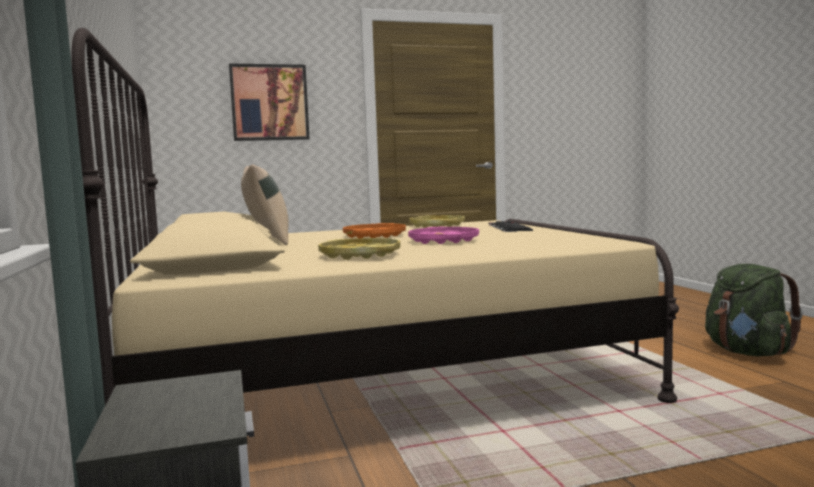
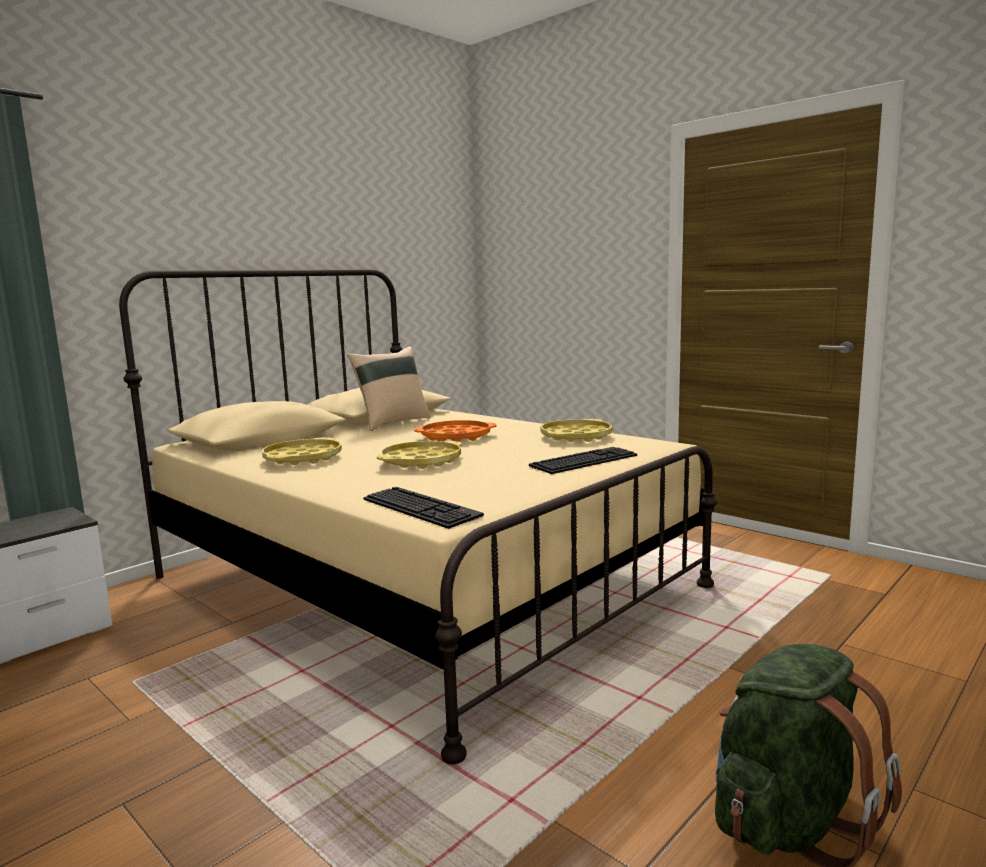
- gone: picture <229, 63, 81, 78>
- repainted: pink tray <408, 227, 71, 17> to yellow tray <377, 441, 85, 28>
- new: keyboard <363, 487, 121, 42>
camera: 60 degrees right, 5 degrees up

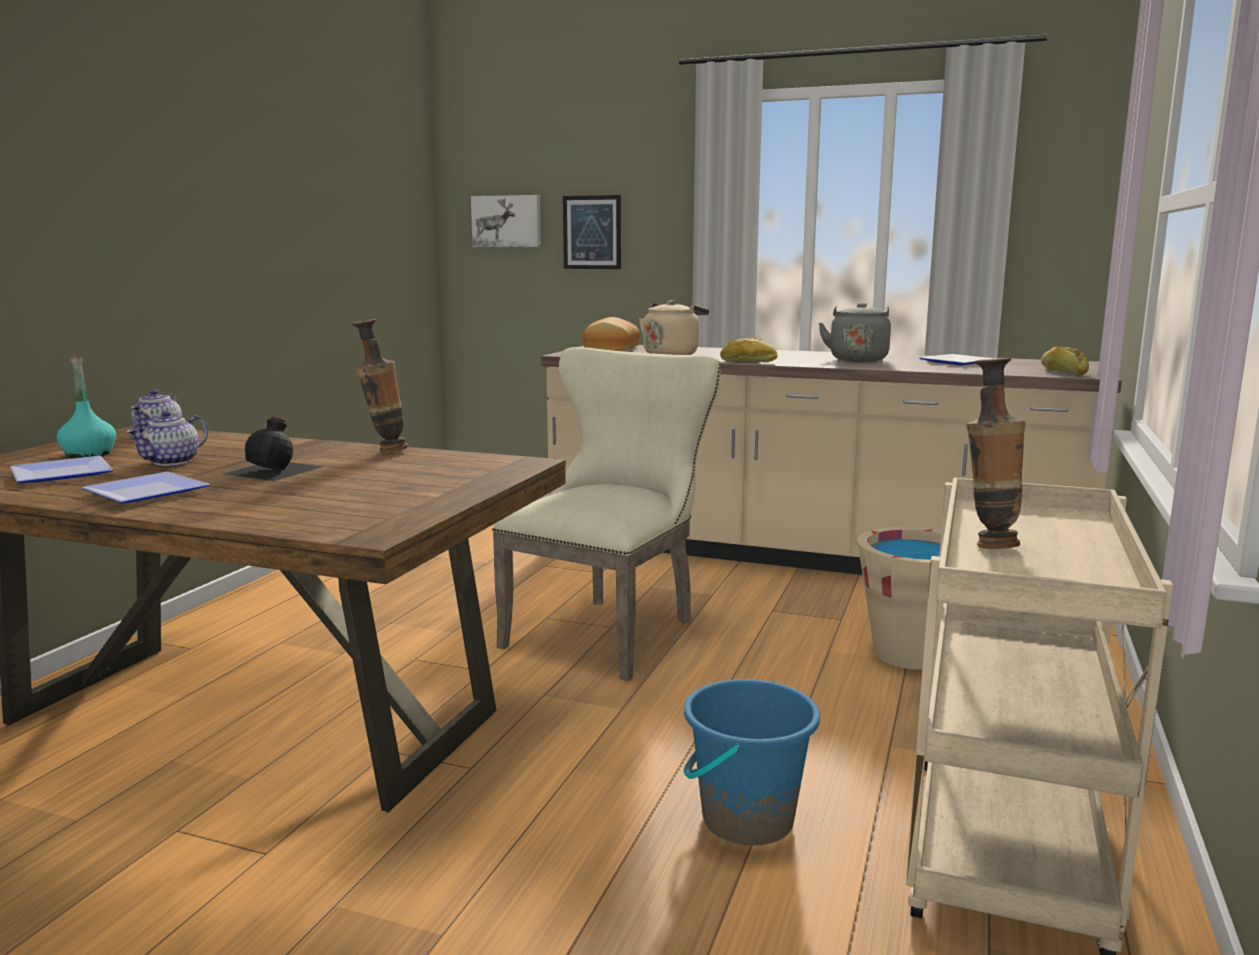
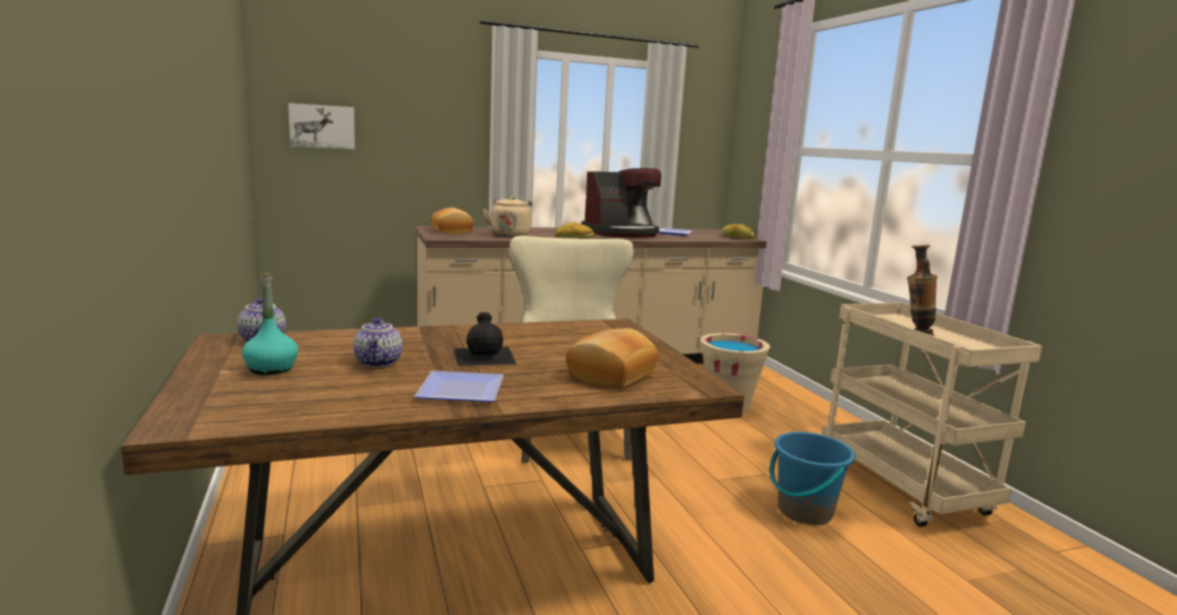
- gone: plate <10, 456, 103, 27>
- gone: vase <351, 319, 57, 135>
- gone: picture <563, 195, 58, 74>
- swapped: grey kettle <818, 303, 73, 59> to coffee machine <581, 168, 80, 70>
- new: bread <566, 328, 92, 60>
camera: 40 degrees left, 0 degrees up

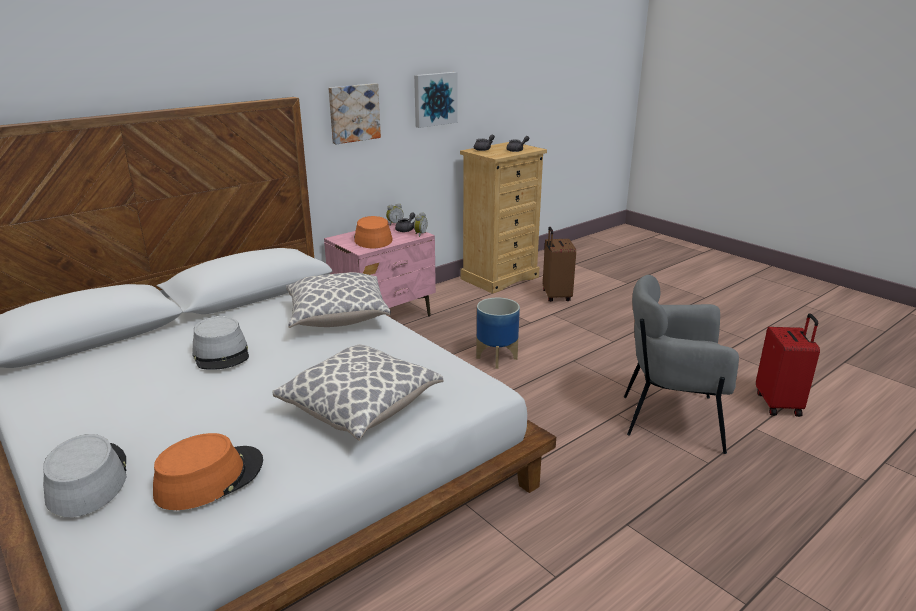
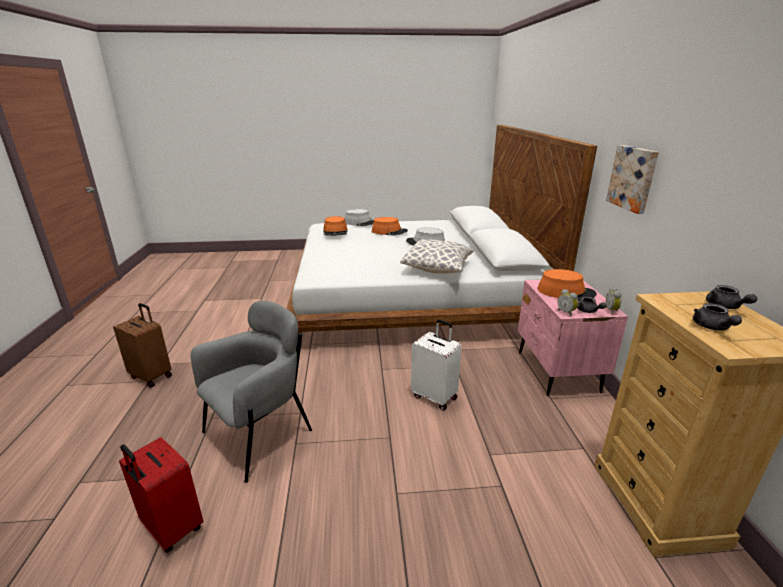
- gone: pillow <273, 344, 170, 97>
- gone: picture <414, 72, 43, 56>
- swapped: planter <476, 298, 44, 71> to white suitcase <411, 319, 51, 92>
- shifted: brown suitcase <543, 227, 33, 75> to <113, 303, 59, 85>
- new: orange hat <372, 217, 36, 18>
camera: 125 degrees right, 0 degrees up

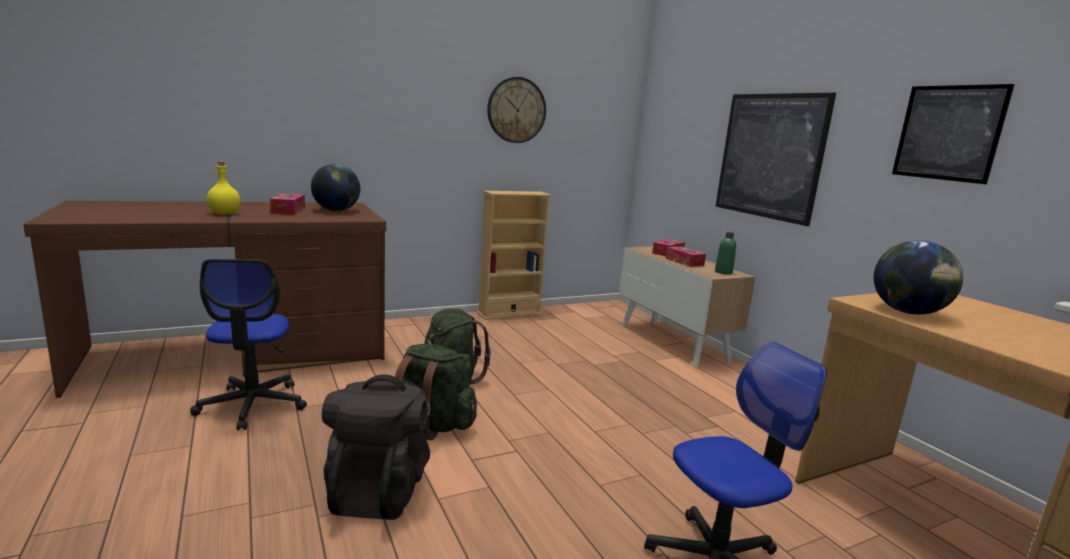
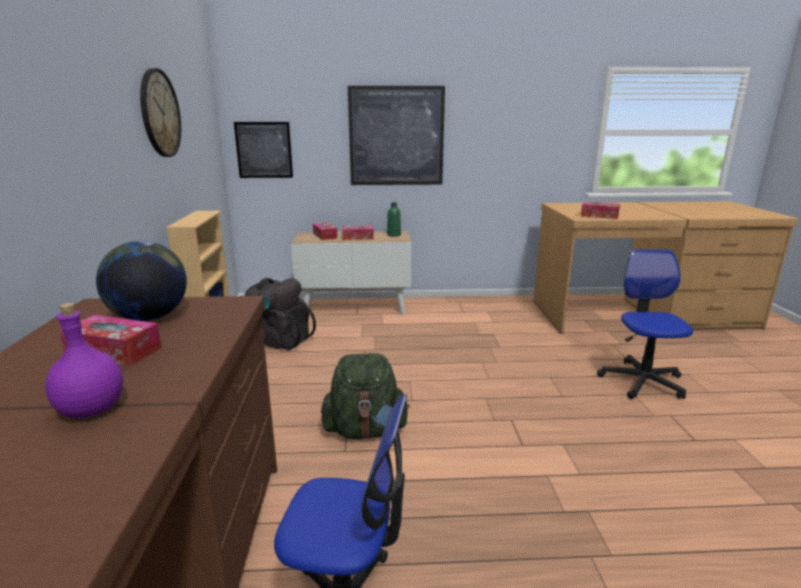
- repainted: yellow bottle <207, 161, 34, 53> to purple bottle <45, 303, 78, 115>
- shifted: black backpack <322, 374, 108, 146> to <244, 278, 72, 73>
- gone: green backpack <395, 344, 82, 97>
- swapped: globe <874, 240, 89, 75> to tissue box <581, 202, 39, 17>
- shifted: picture <892, 84, 123, 100> to <234, 122, 59, 56>
camera: 65 degrees left, 5 degrees up

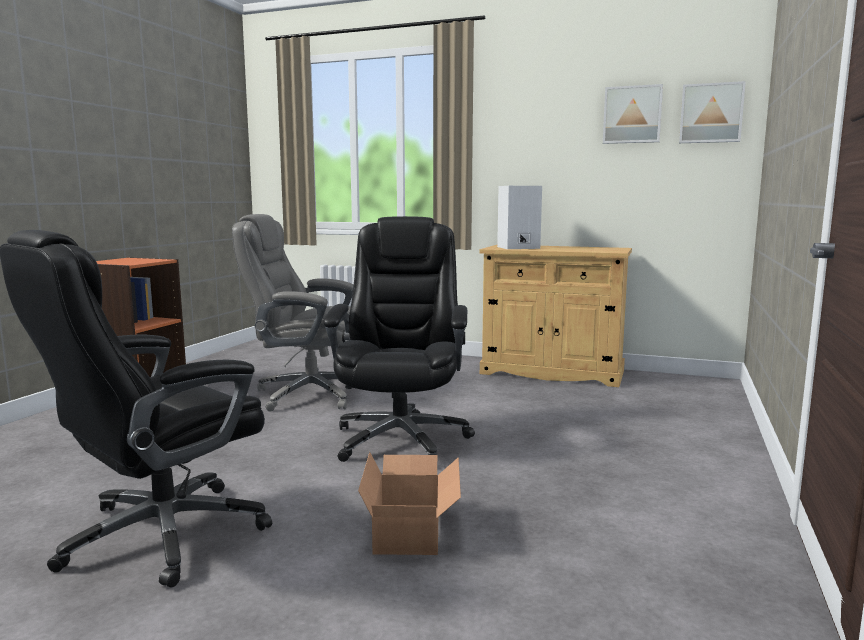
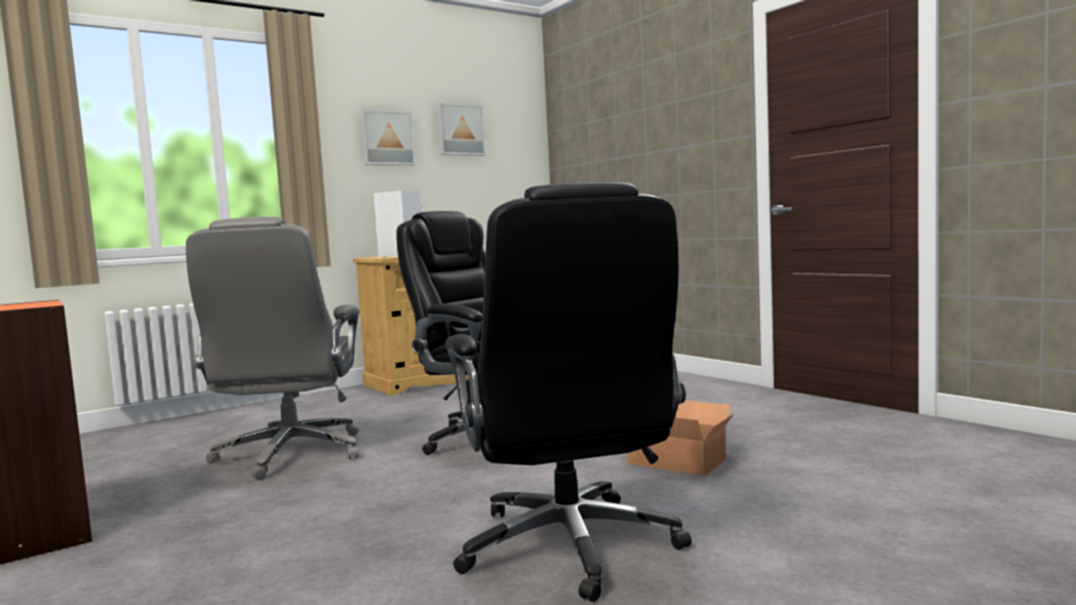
- rotated: grey office chair <232, 214, 122, 198> = <186, 217, 174, 263> 45 degrees counterclockwise
- shifted: picture <679, 81, 67, 62> to <360, 110, 56, 55>
camera: 55 degrees left, 5 degrees down

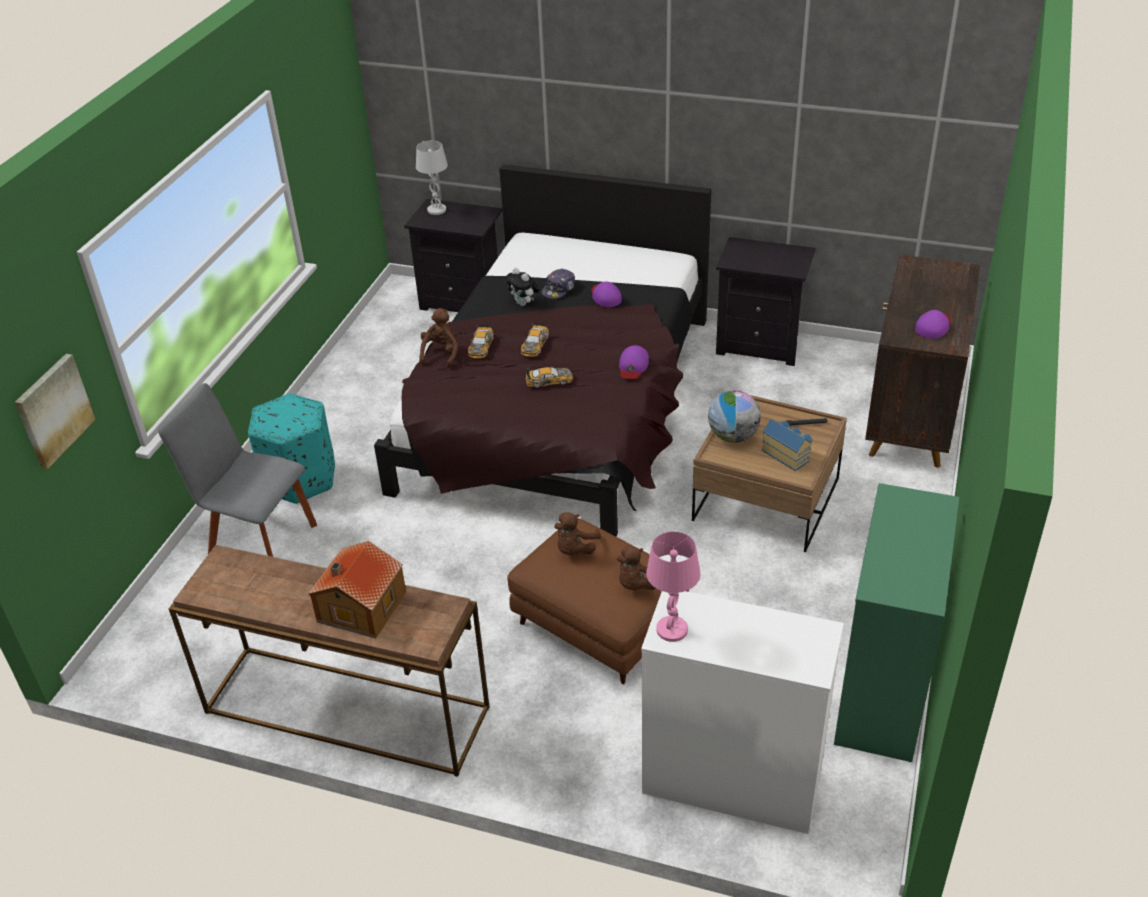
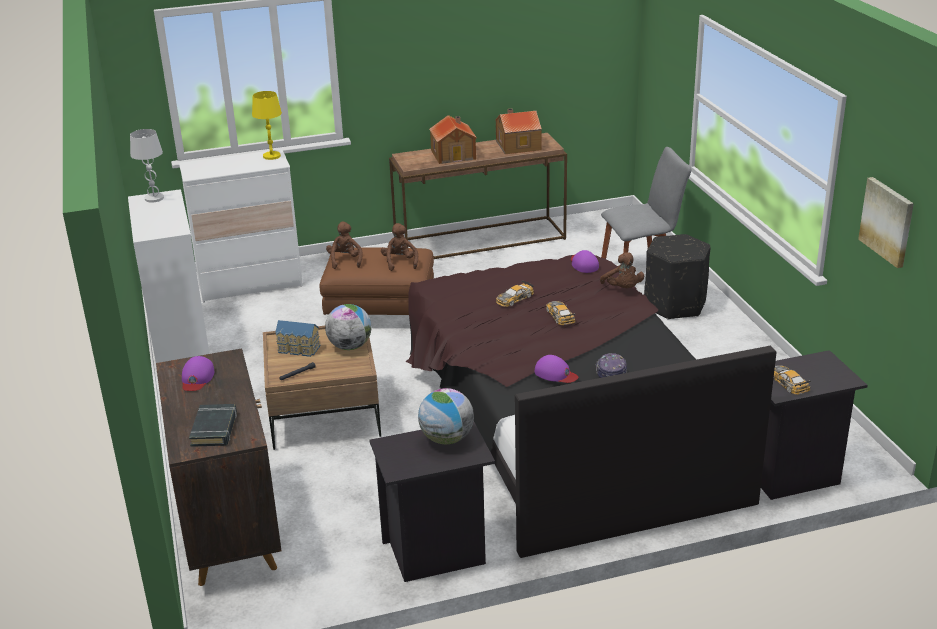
- shifted: picture <15, 354, 81, 115> to <858, 177, 56, 91>
- repainted: turquoise ottoman <248, 393, 87, 111> to black ottoman <644, 234, 67, 86>
- shifted: white table lamp <416, 140, 32, 75> to <130, 129, 34, 73>
- shifted: toy car <468, 324, 26, 34> to <773, 365, 38, 30>
- gone: plush toy <505, 268, 34, 38>
- shifted: purple cap <619, 345, 30, 34> to <571, 250, 28, 23>
- repainted: pink table lamp <646, 532, 55, 110> to yellow table lamp <252, 91, 30, 69>
- repainted: green dresser <834, 483, 125, 279> to white dresser <128, 189, 82, 174>
- new: black book <189, 404, 48, 43>
- new: globe <418, 388, 56, 56>
- new: toy house <495, 109, 47, 45>
camera: 145 degrees right, 10 degrees down

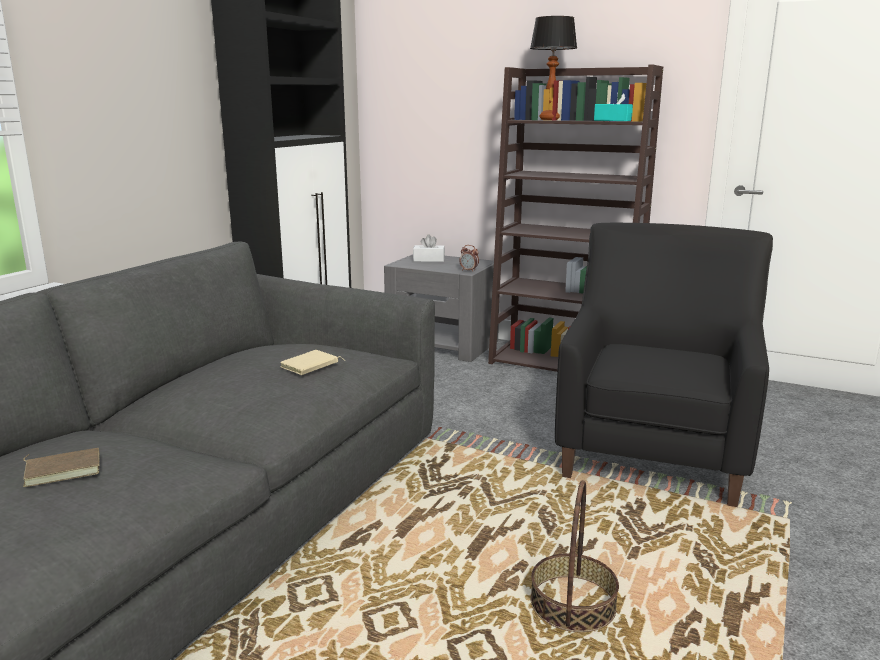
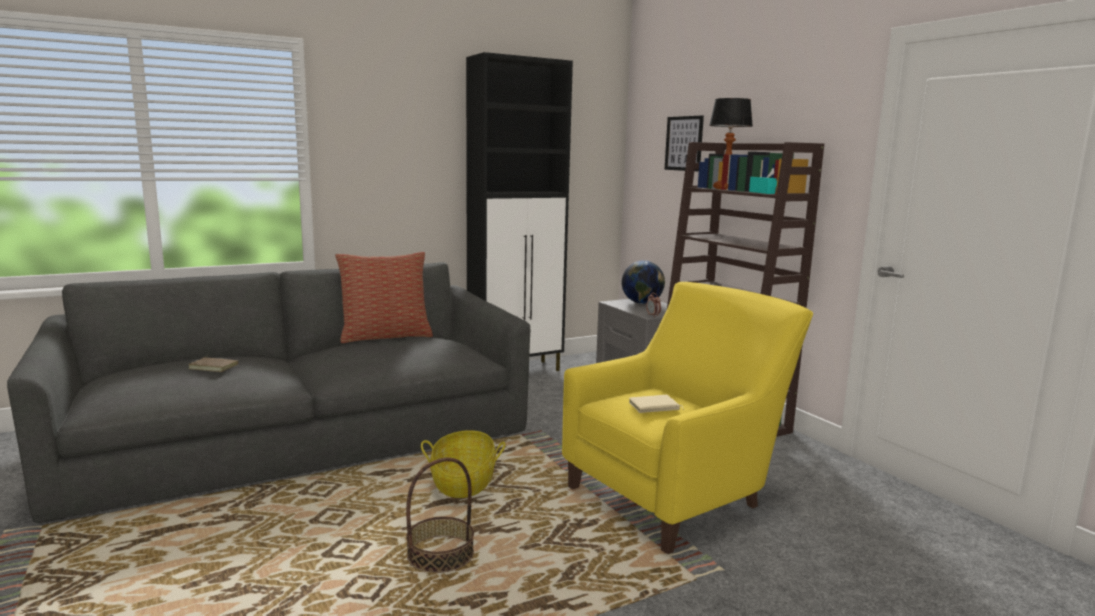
- shifted: beige book <280, 350, 65, 25> to <629, 395, 55, 18>
- swapped: white tissue box <413, 234, 32, 28> to globe <622, 260, 43, 44>
- repainted: black armchair <555, 223, 218, 284> to yellow armchair <562, 282, 251, 272>
- new: pillow <335, 252, 98, 91>
- new: basket <421, 430, 85, 68>
- new: picture <664, 115, 40, 57>
camera: 35 degrees right, 5 degrees down

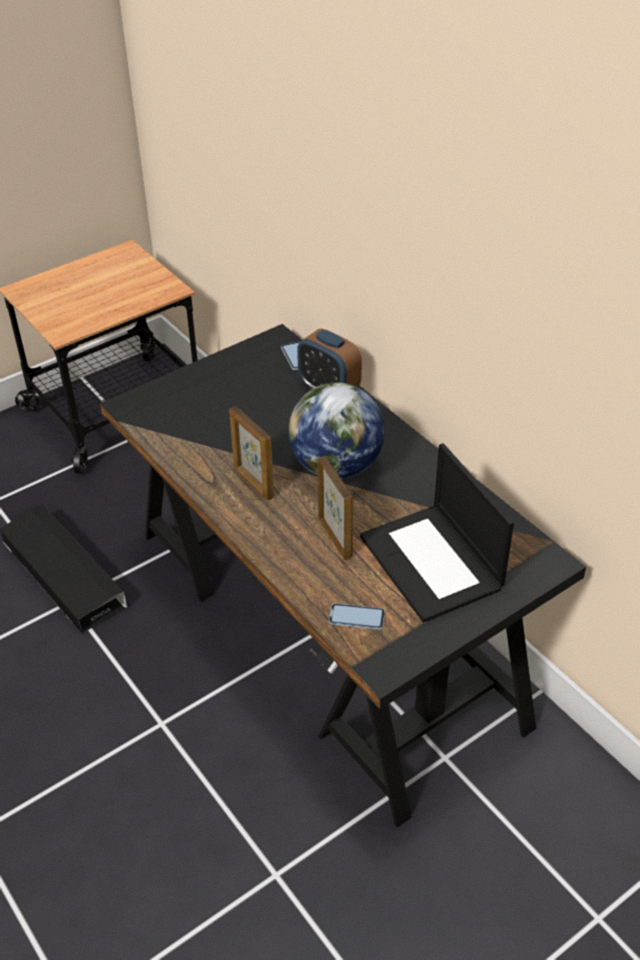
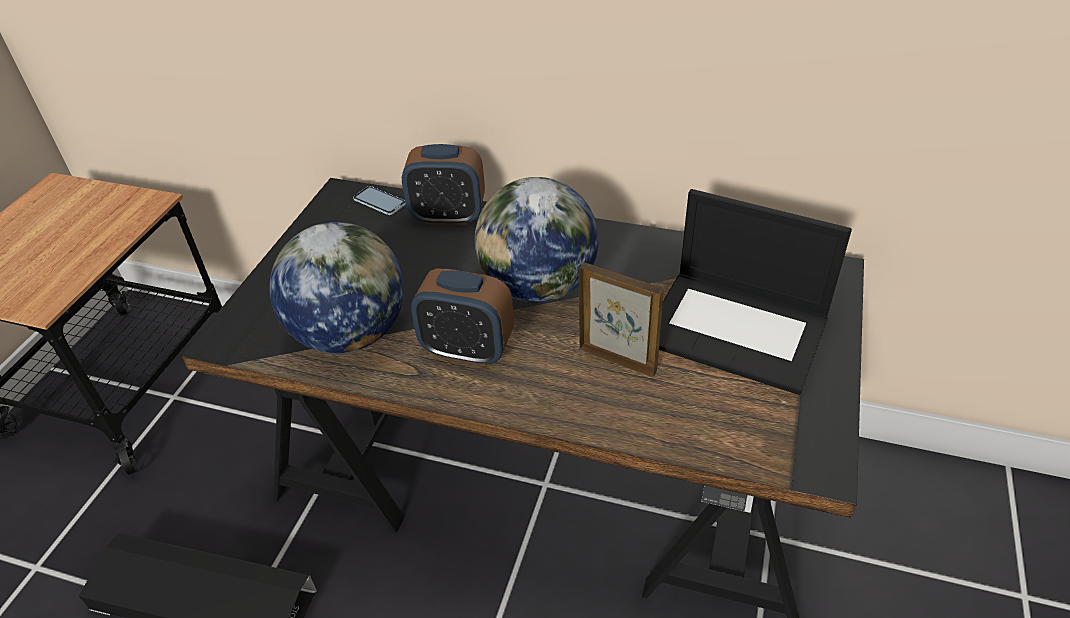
- swapped: picture frame <229, 406, 45, 94> to alarm clock <411, 268, 103, 98>
- gone: phone <329, 603, 56, 27>
- new: globe <270, 222, 134, 132>
camera: 35 degrees left, 0 degrees up

